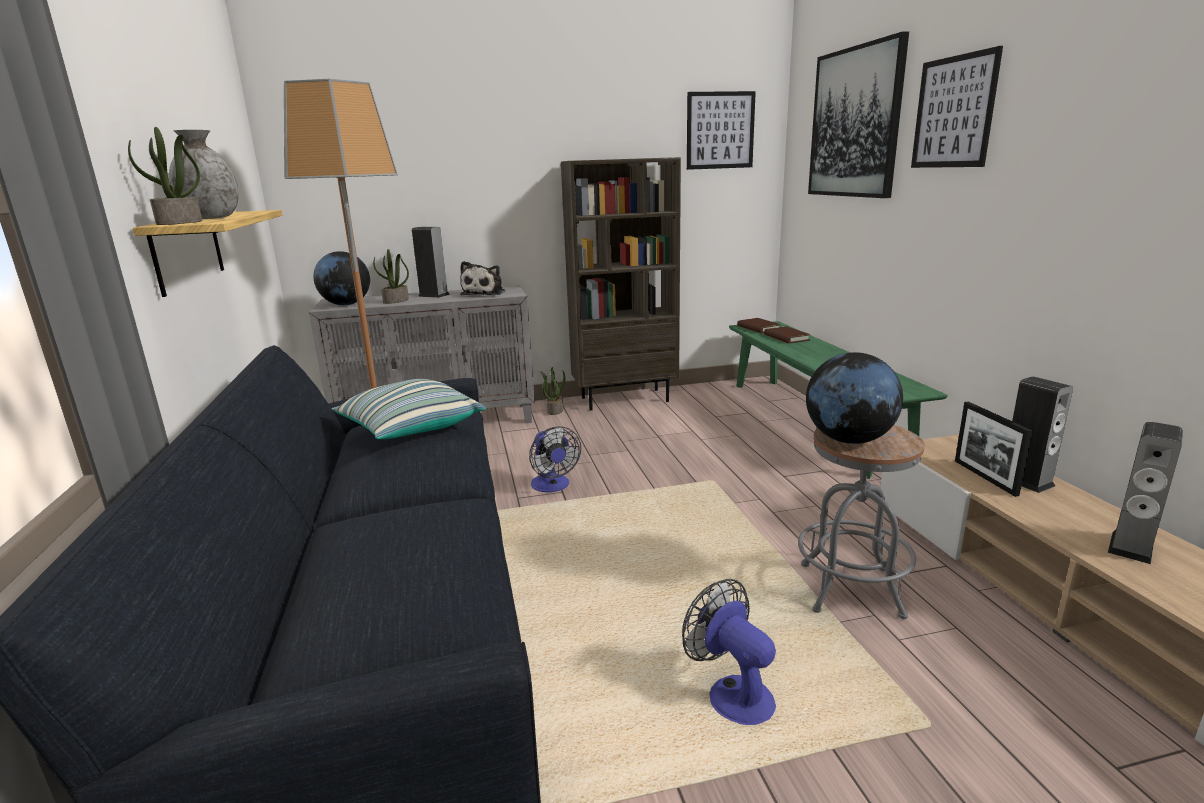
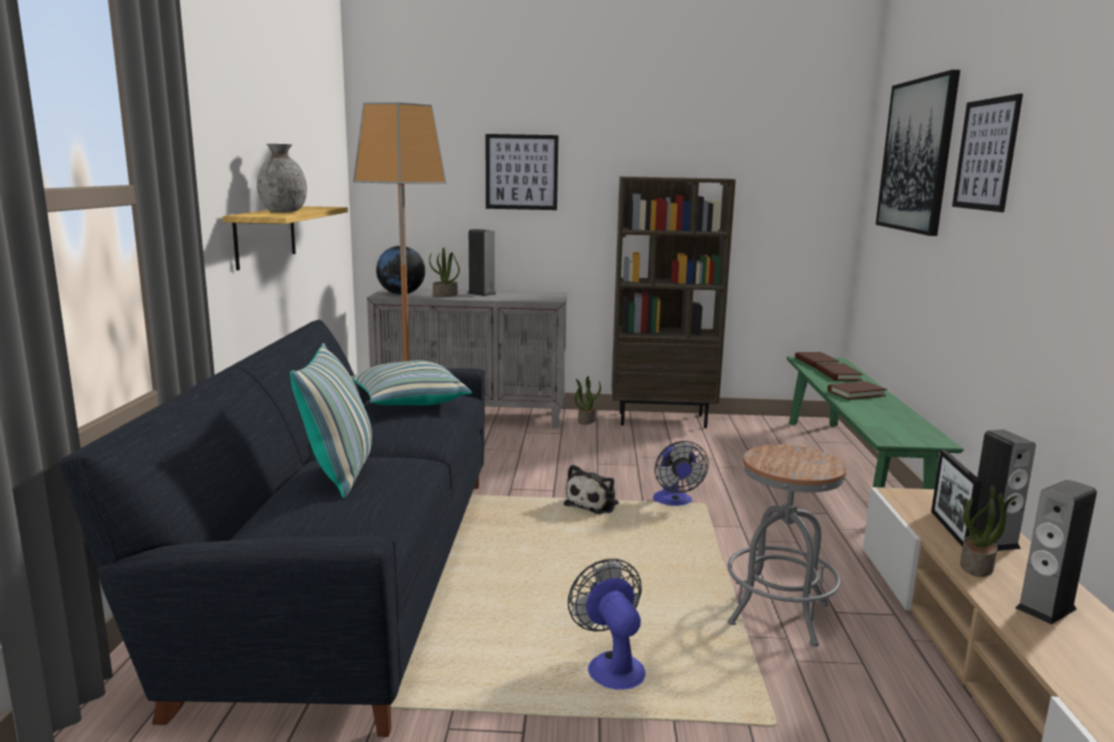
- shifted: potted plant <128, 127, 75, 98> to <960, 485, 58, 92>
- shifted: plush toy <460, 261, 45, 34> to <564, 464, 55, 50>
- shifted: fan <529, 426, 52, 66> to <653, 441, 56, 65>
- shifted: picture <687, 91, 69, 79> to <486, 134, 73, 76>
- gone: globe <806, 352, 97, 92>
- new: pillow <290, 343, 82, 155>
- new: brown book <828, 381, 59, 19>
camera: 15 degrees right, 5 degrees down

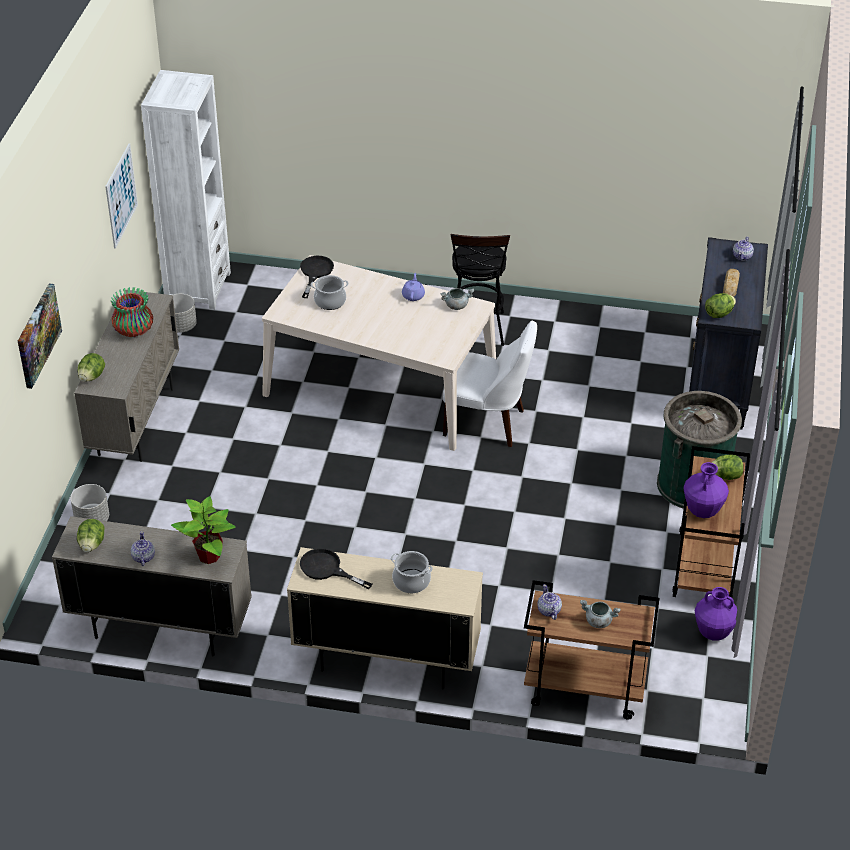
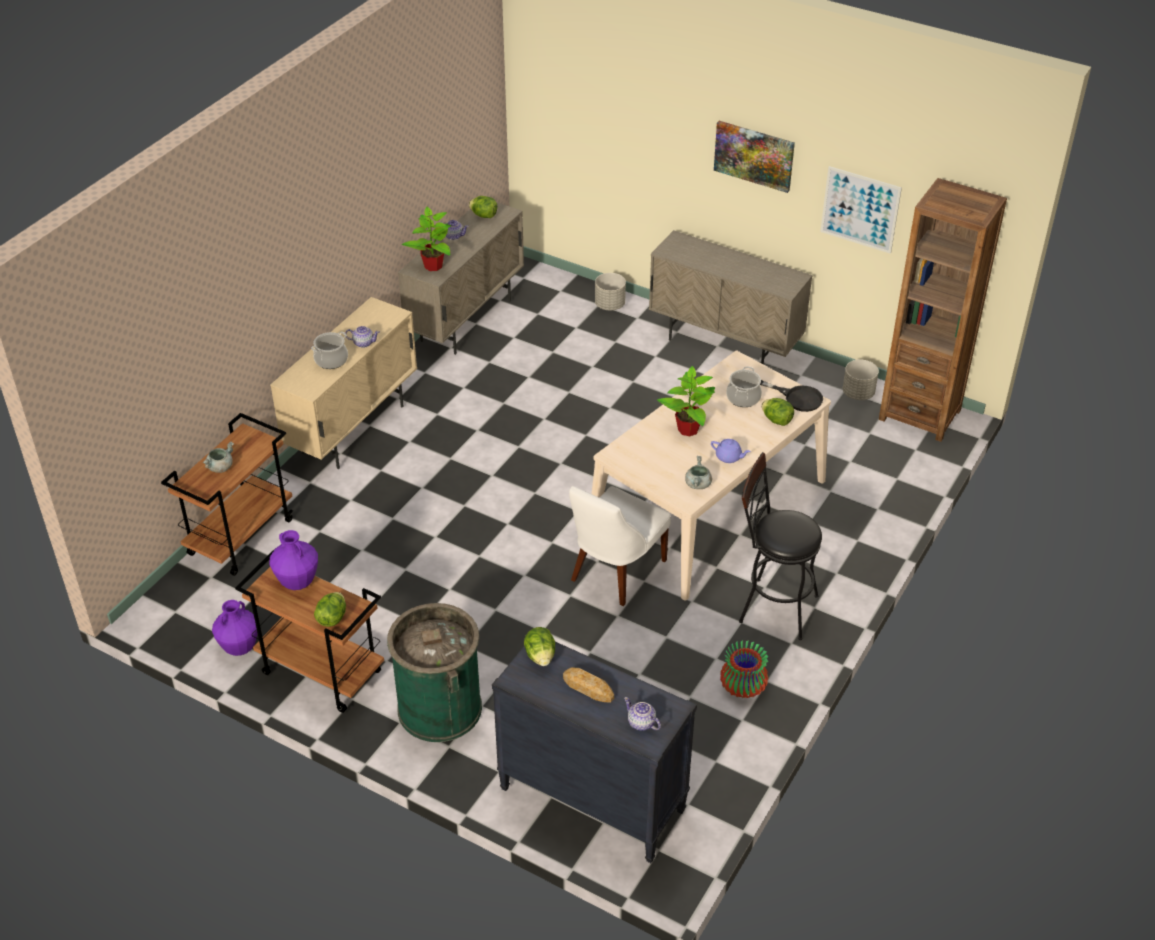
- shifted: picture <18, 283, 44, 106> to <714, 121, 81, 72>
- shifted: lettuce <78, 353, 27, 29> to <761, 398, 33, 28>
- shifted: vase <111, 287, 42, 50> to <720, 640, 48, 58>
- repainted: white bookcase <141, 70, 90, 240> to brown bookcase <879, 178, 128, 264>
- gone: black frying pan <300, 548, 72, 41>
- shifted: teapot <537, 584, 25, 36> to <345, 326, 35, 22>
- new: potted plant <657, 366, 58, 70>
camera: 110 degrees right, 0 degrees up

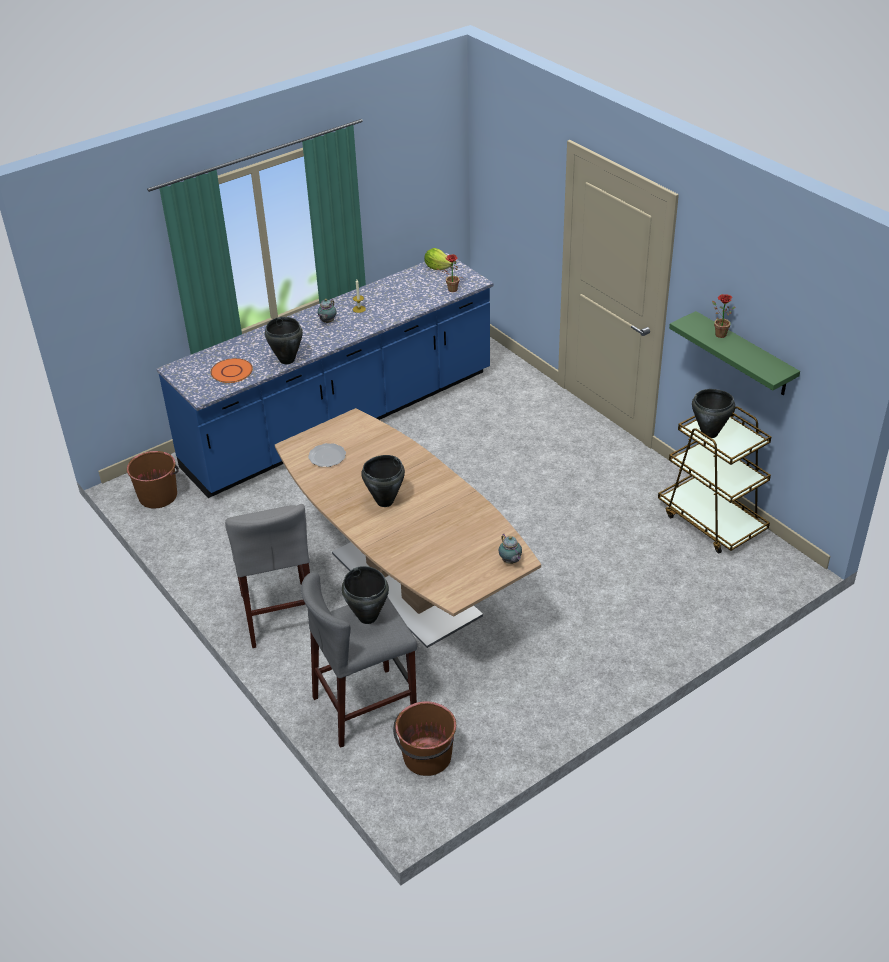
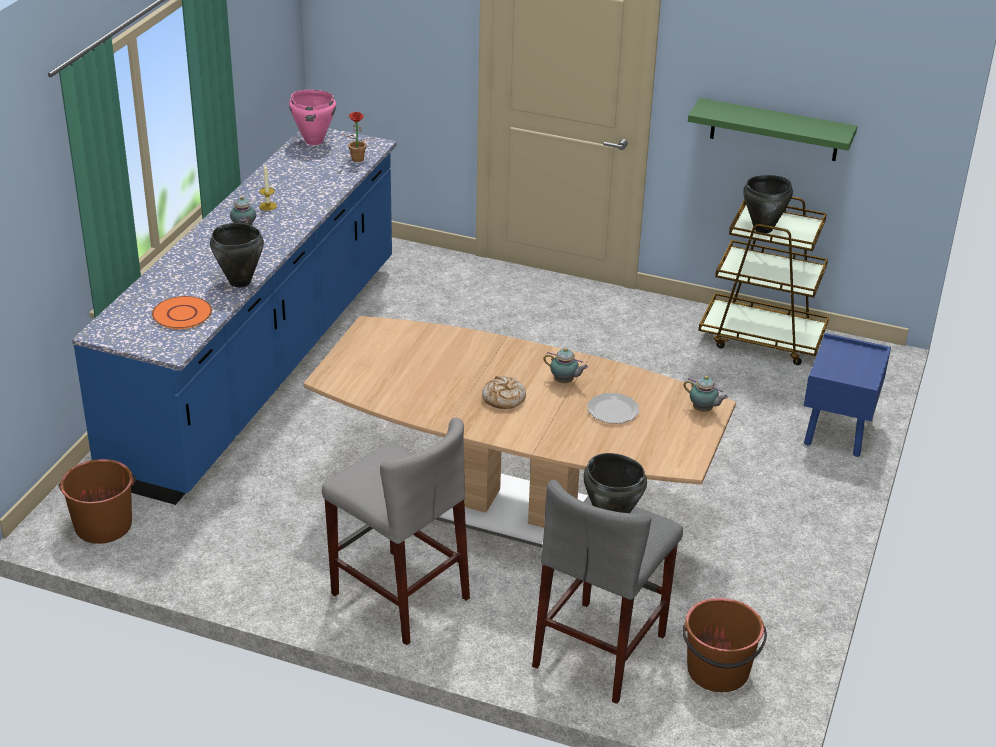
- shifted: plate <308, 443, 38, 24> to <587, 393, 52, 31>
- swapped: black cooking pot <361, 455, 44, 52> to bread <482, 376, 44, 33>
- swapped: lettuce <424, 248, 28, 22> to pink cooking pot <289, 90, 47, 55>
- gone: potted plant <712, 294, 23, 44>
- new: teapot <543, 348, 45, 35>
- new: blue nightstand <804, 333, 87, 124>
camera: 35 degrees left, 5 degrees down

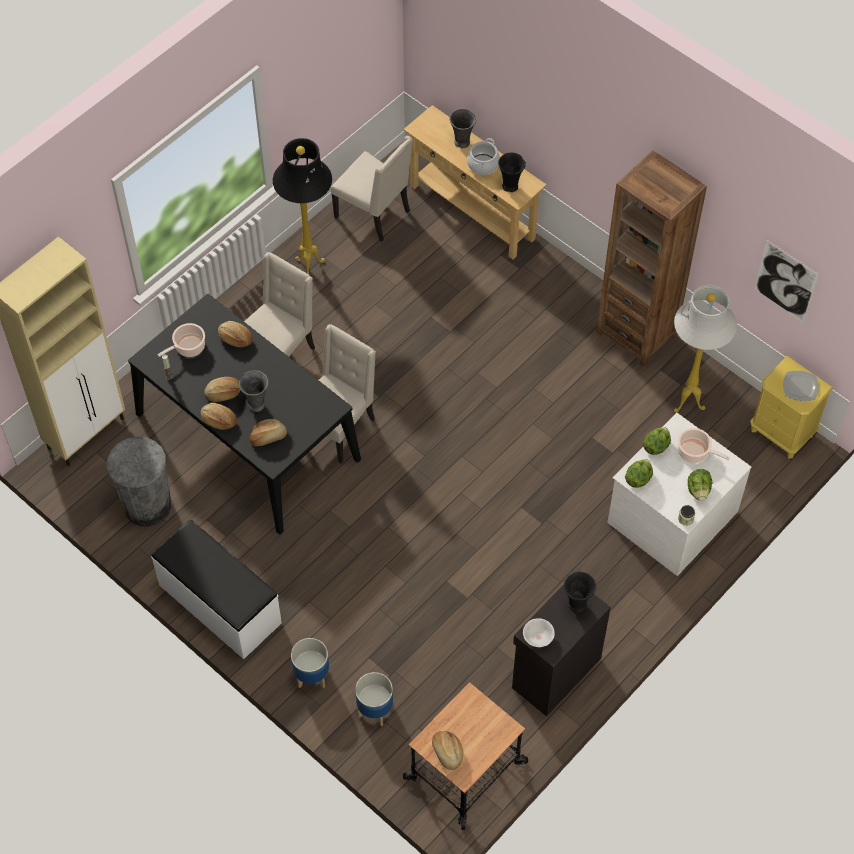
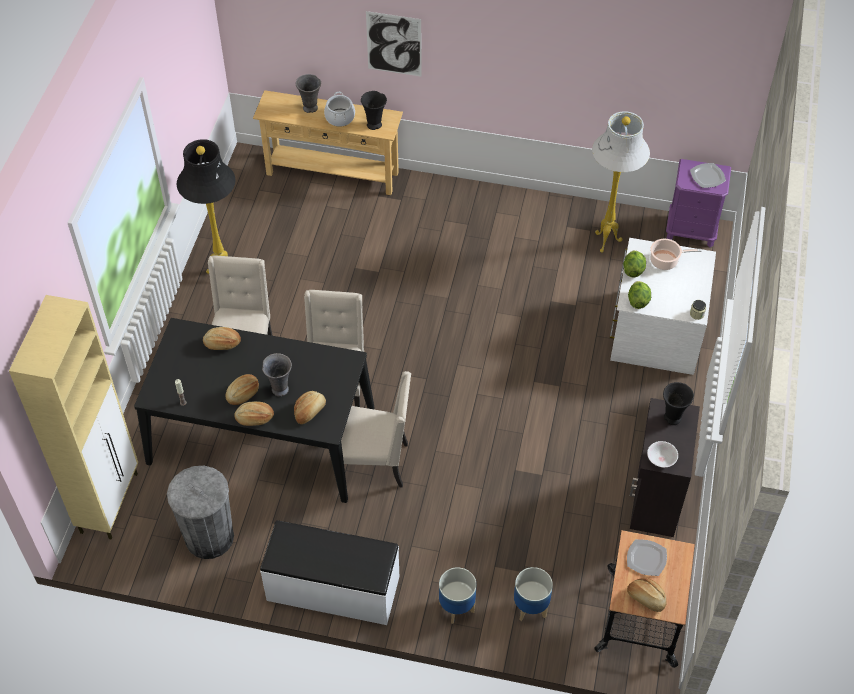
- gone: cooking pot <157, 323, 48, 34>
- shifted: beige chair <331, 136, 82, 106> to <341, 371, 70, 117>
- gone: brown bookcase <596, 150, 111, 217>
- gone: lettuce <688, 469, 25, 32>
- repainted: yellow nightstand <750, 356, 83, 102> to purple nightstand <666, 159, 65, 88>
- shifted: picture <754, 240, 65, 83> to <366, 11, 56, 66>
- new: plate <627, 539, 40, 37>
camera: 30 degrees left, 5 degrees down

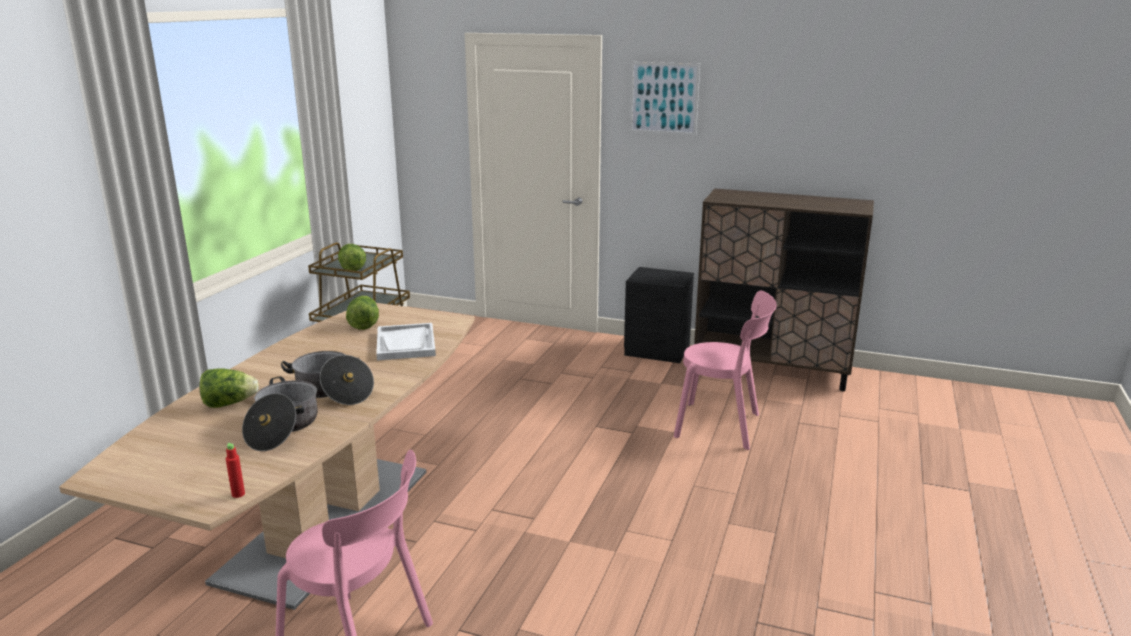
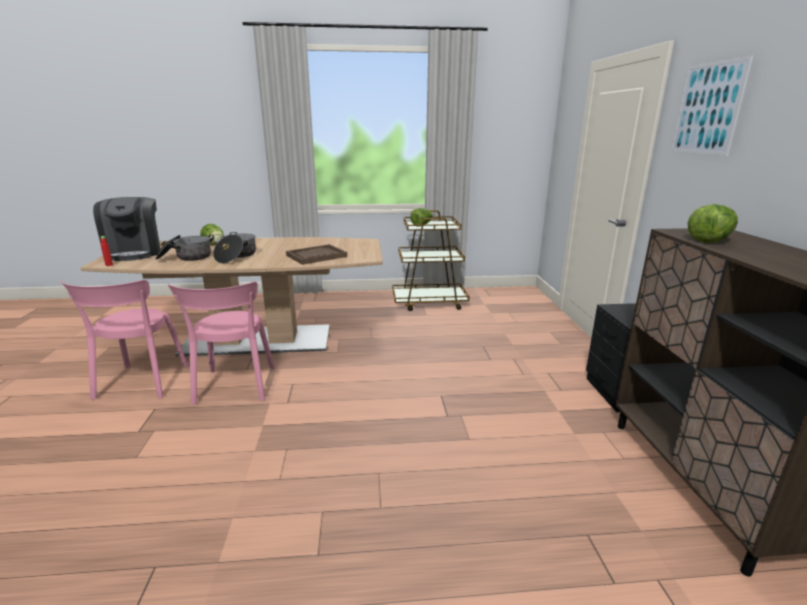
- shifted: lettuce <346, 296, 33, 34> to <688, 204, 50, 39>
- repainted: white tray <376, 323, 60, 37> to brown tray <286, 244, 61, 21>
- shifted: pink chair <674, 291, 103, 159> to <168, 282, 107, 123>
- new: coffee machine <93, 197, 67, 64>
camera: 65 degrees right, 0 degrees up

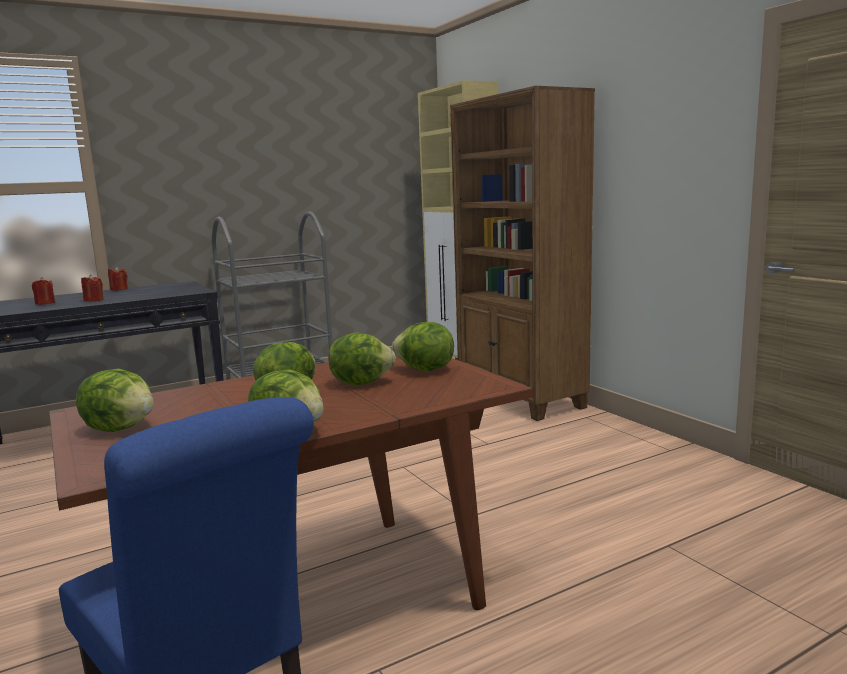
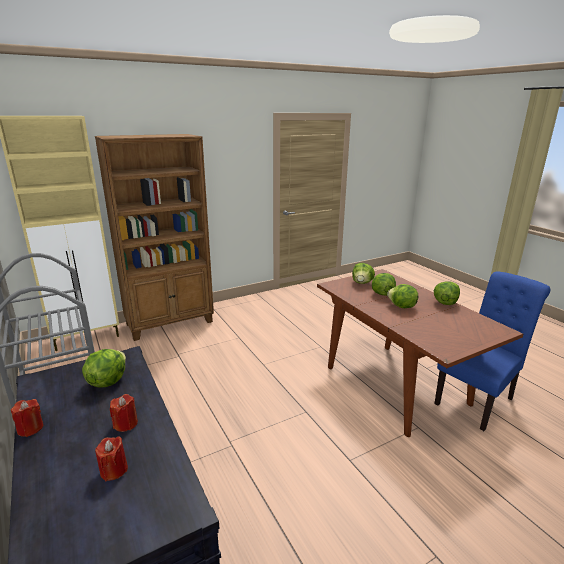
- shifted: lettuce <76, 369, 78, 63> to <82, 349, 44, 39>
camera: 90 degrees left, 10 degrees up

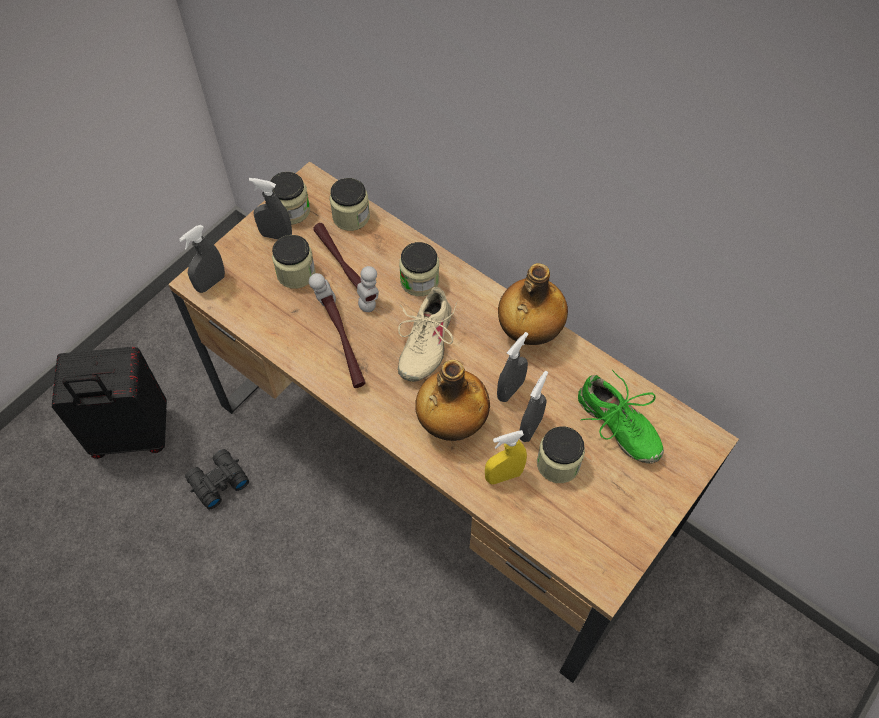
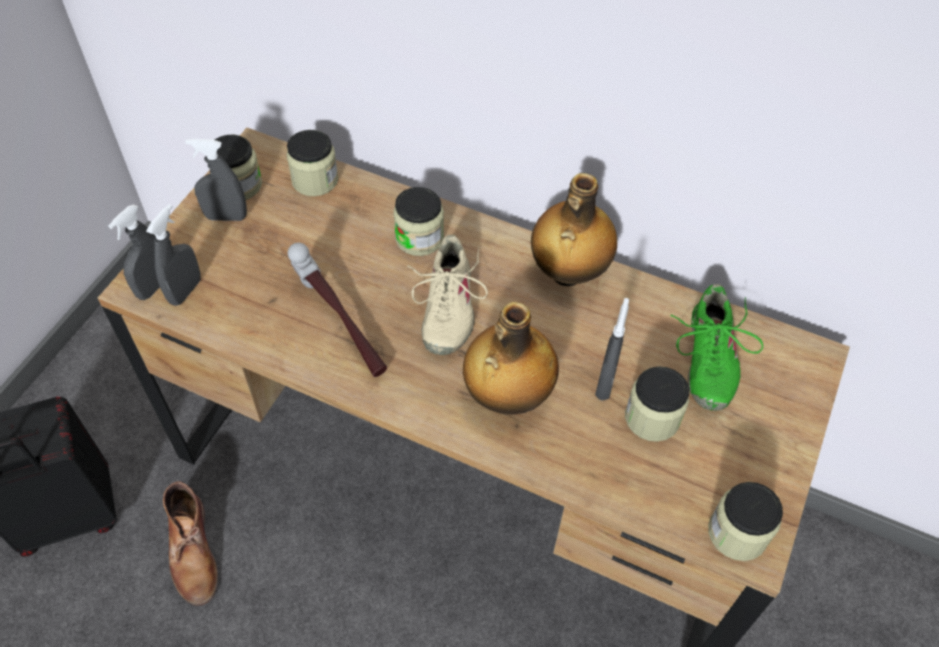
- swapped: black binoculars <185, 449, 64, 61> to brown boot <163, 481, 55, 125>
- shifted: jar <272, 235, 44, 54> to <708, 482, 75, 79>
- gone: hammer <313, 223, 66, 89>
- gone: yellow spray bottle <485, 430, 42, 55>
- shifted: grey spray bottle <497, 332, 31, 70> to <146, 204, 55, 102>
- rotated: green shoe <578, 369, 86, 95> = <670, 284, 93, 127> 60 degrees clockwise
camera: 15 degrees left, 5 degrees down

